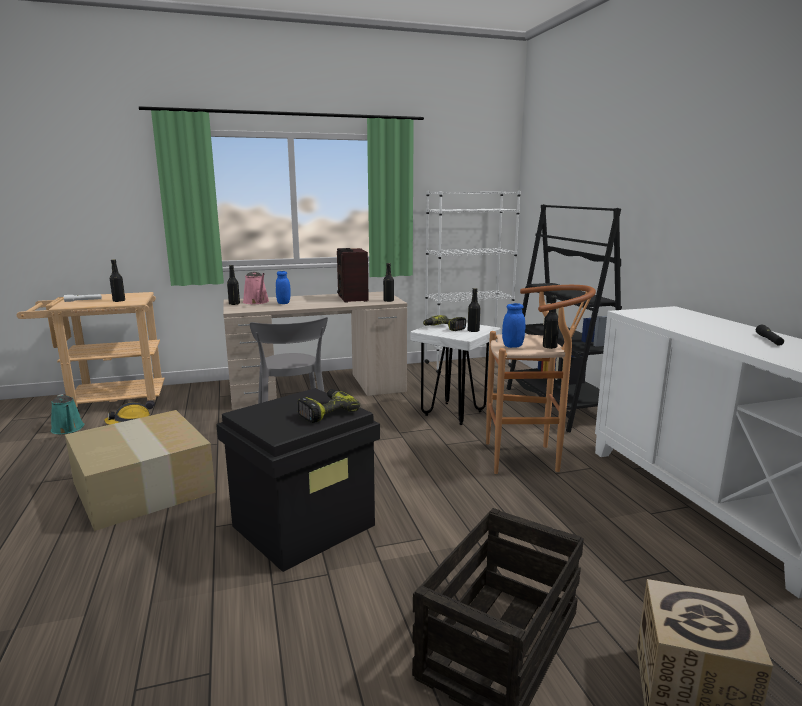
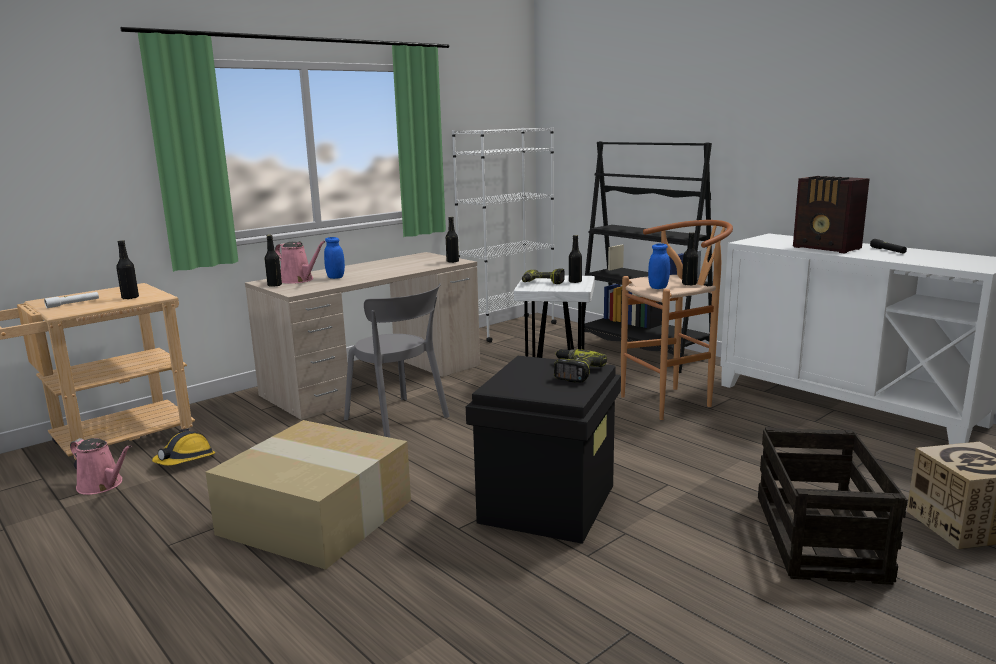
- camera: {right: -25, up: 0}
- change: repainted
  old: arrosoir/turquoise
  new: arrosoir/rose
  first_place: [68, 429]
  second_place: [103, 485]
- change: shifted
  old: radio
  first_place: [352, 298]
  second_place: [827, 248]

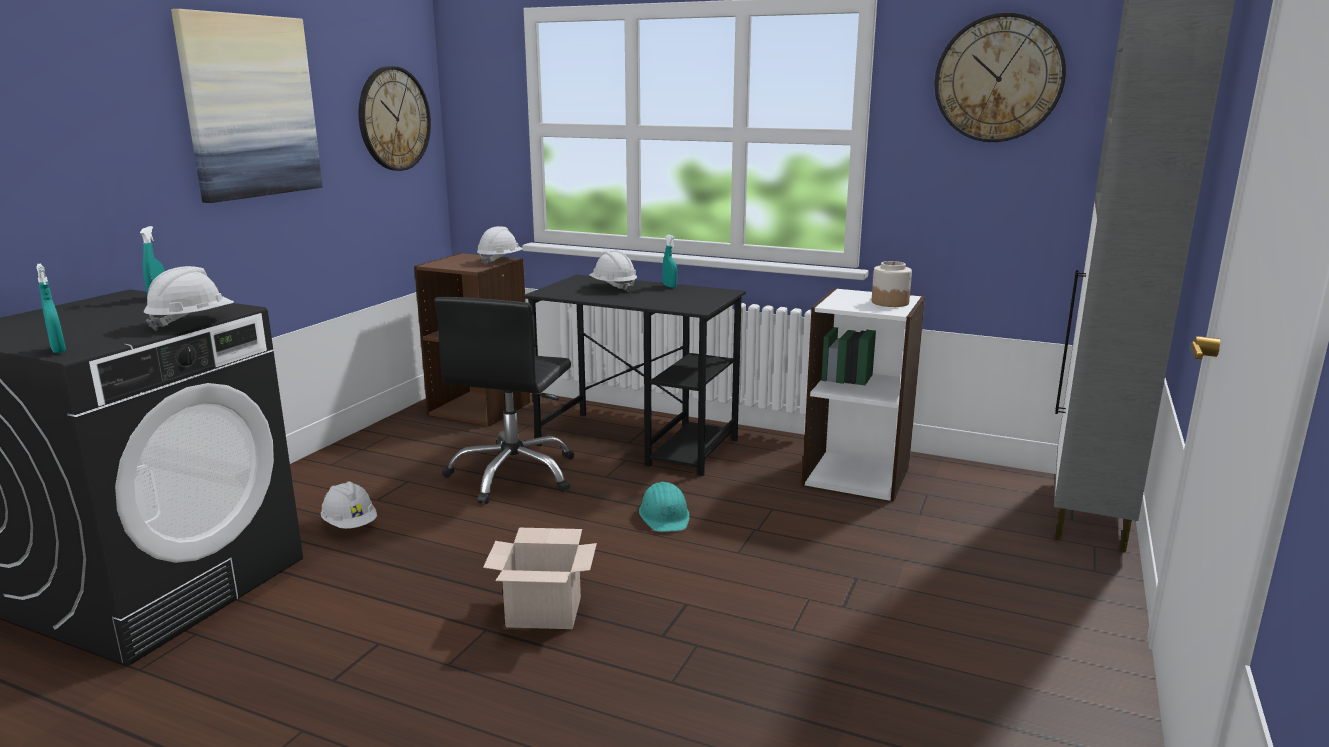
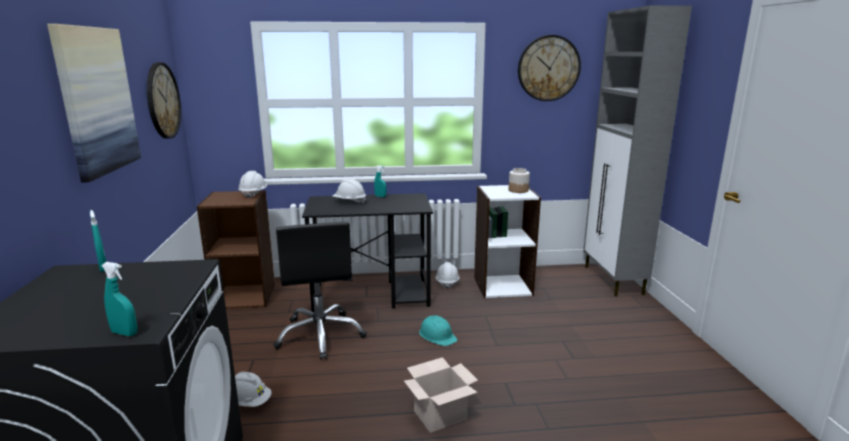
- camera: {right: -30, up: 0}
- change: shifted
  old: casque de chantier/blanc
  first_place: [192, 322]
  second_place: [447, 283]

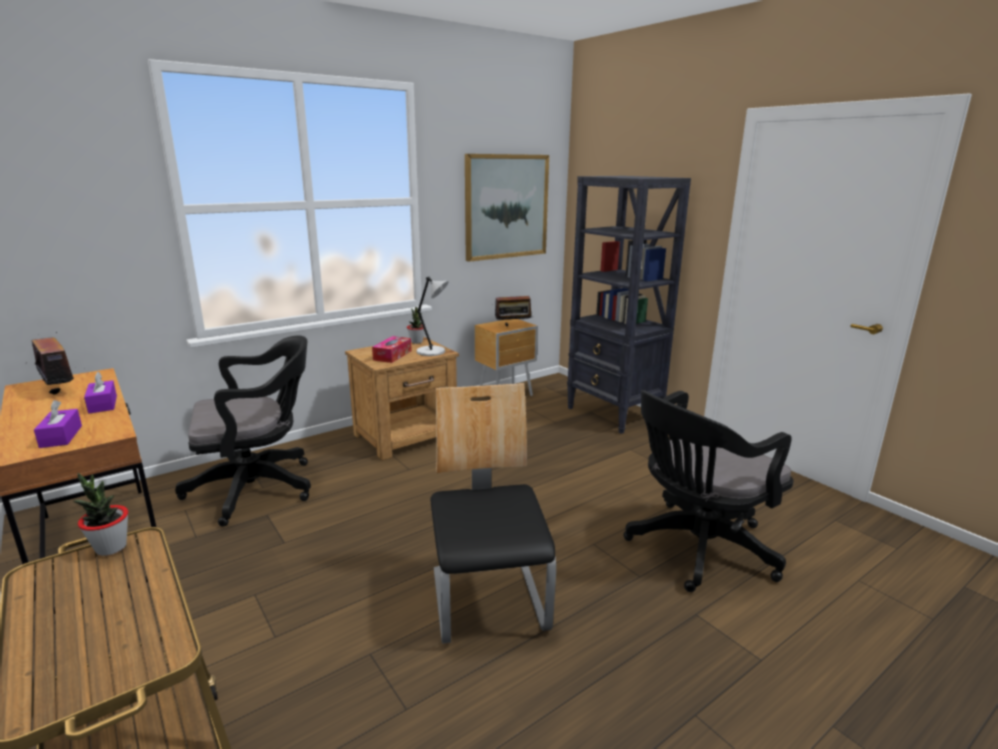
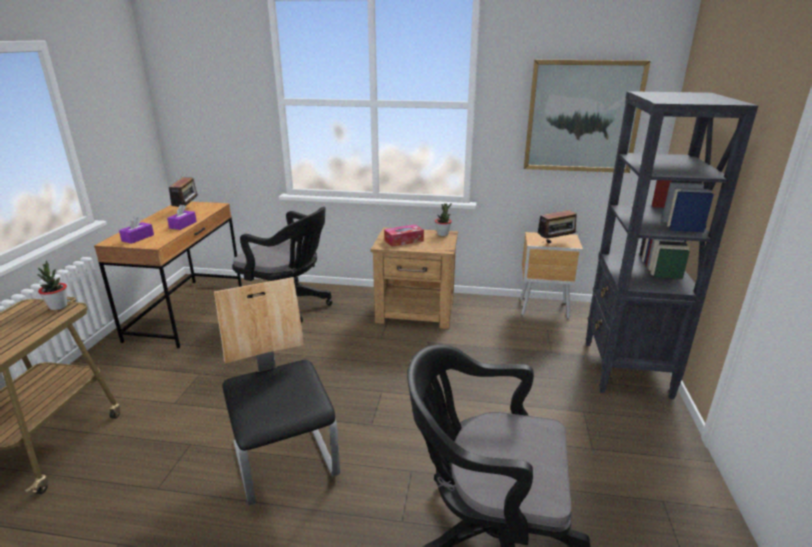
- camera: {right: 45, up: 5}
- change: rotated
  old: chaise
  first_place: [489, 600]
  second_place: [285, 459]
  degrees: -60
- change: rotated
  old: radio
  first_place: [513, 327]
  second_place: [555, 243]
  degrees: -60
- change: gone
  old: lampe de table/gris
  first_place: [432, 352]

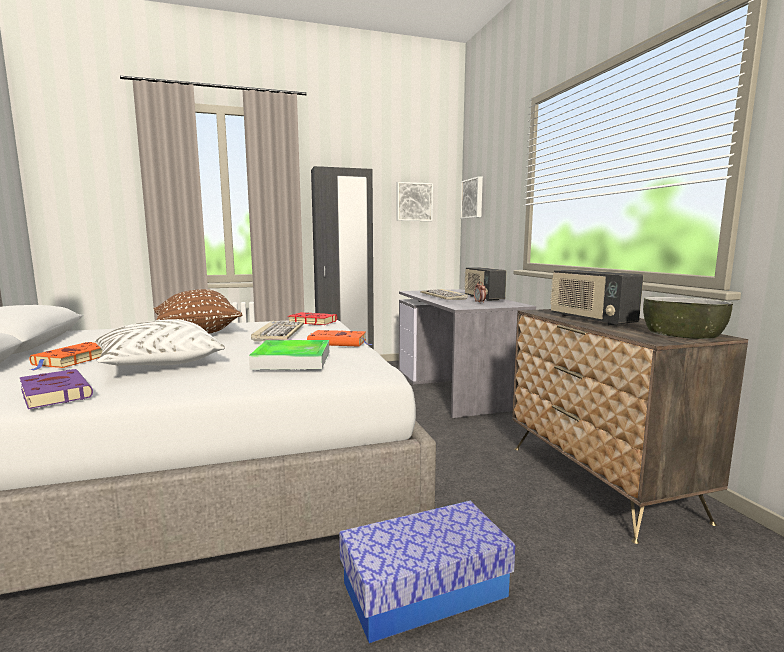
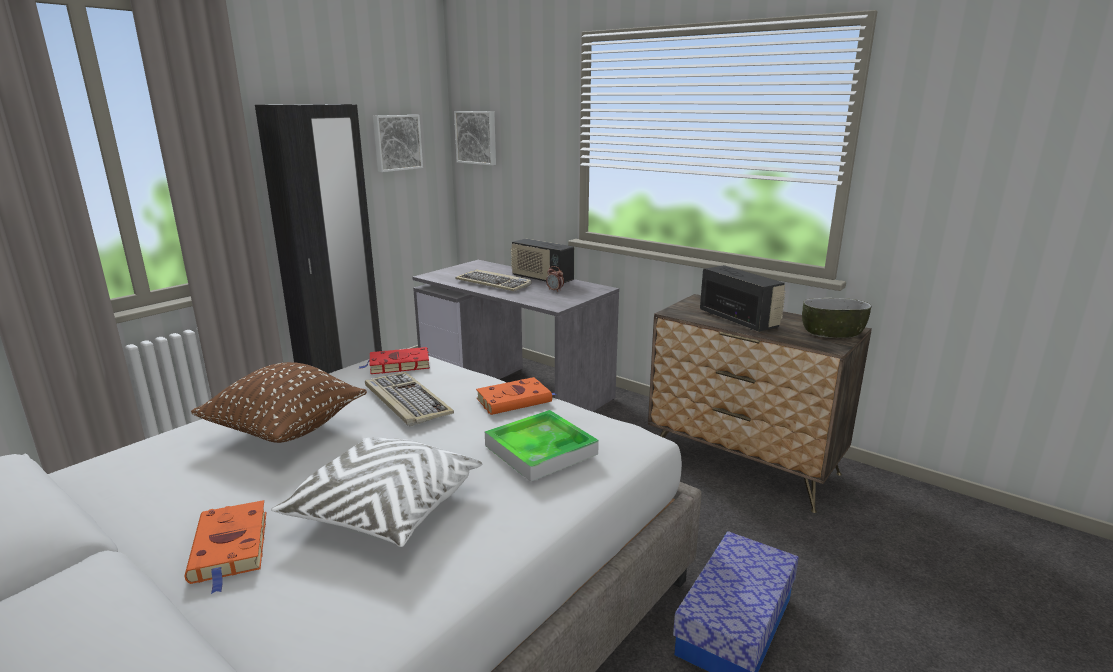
- camera: {right: -35, up: 10}
- change: rotated
  old: radio
  first_place: [590, 319]
  second_place: [738, 320]
  degrees: -150
- change: gone
  old: livre/violet
  first_place: [55, 393]

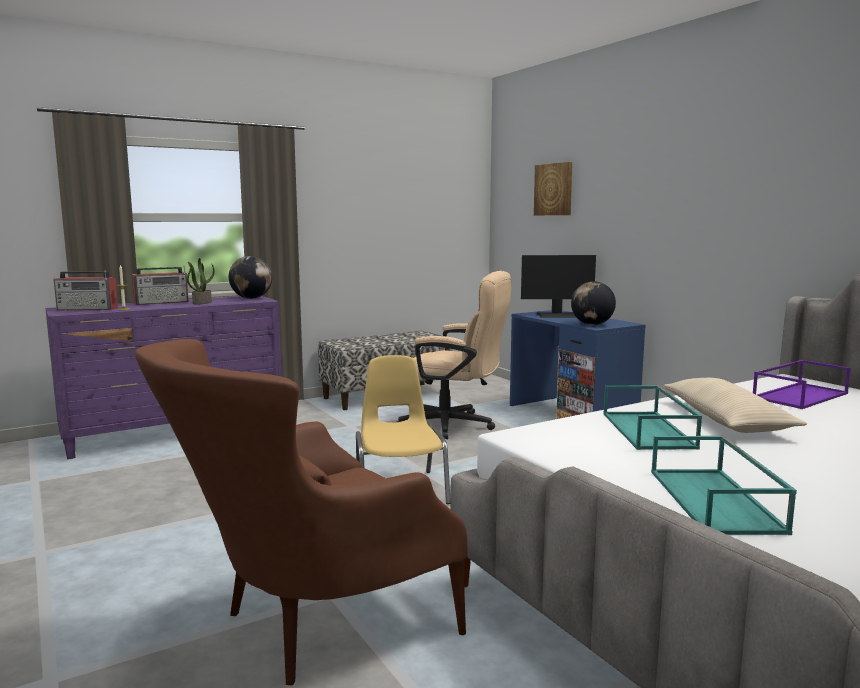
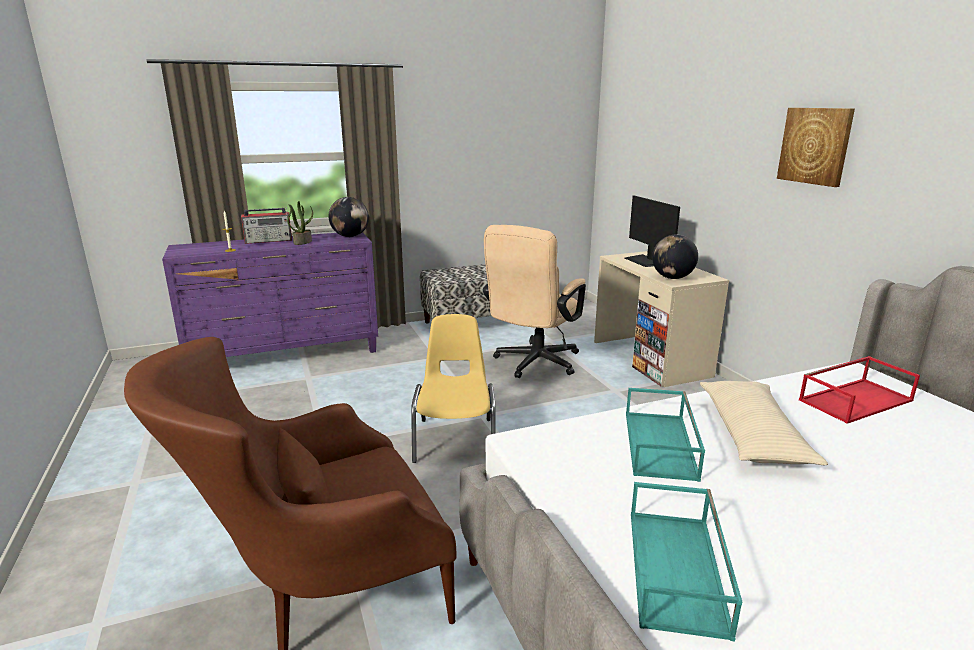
- camera: {right: 10, up: 10}
- change: rotated
  old: chaise de bureau/beige
  first_place: [455, 425]
  second_place: [533, 364]
  degrees: 90
- change: repainted
  old: bureau/bleu
  new: bureau/beige
  first_place: [571, 415]
  second_place: [650, 358]
- change: rotated
  old: écran d'ordinateur
  first_place: [558, 315]
  second_place: [645, 261]
  degrees: 60
- change: shifted
  old: tableau
  first_place: [554, 189]
  second_place: [815, 146]
- change: repainted
  old: plateau/violet
  new: plateau/rouge
  first_place: [799, 395]
  second_place: [855, 399]
- change: gone
  old: radio
  first_place: [88, 309]

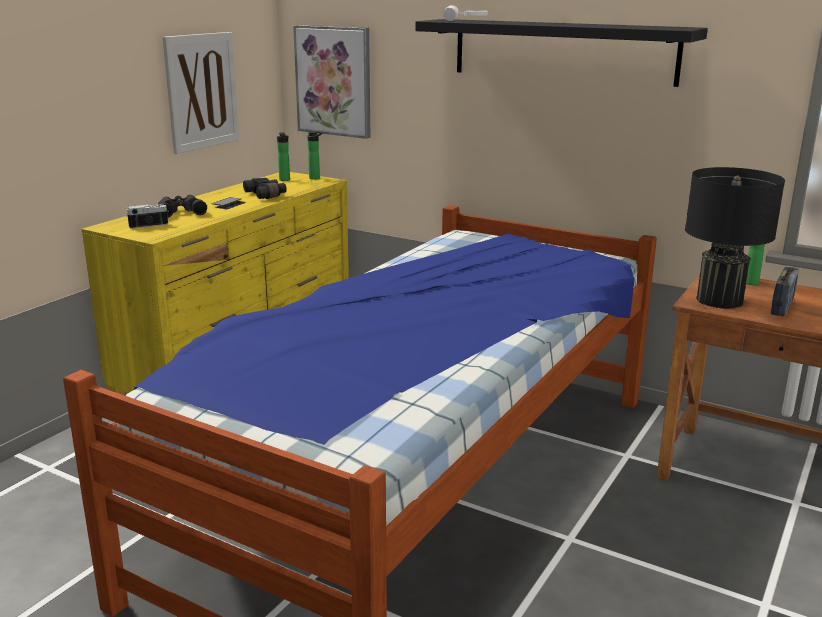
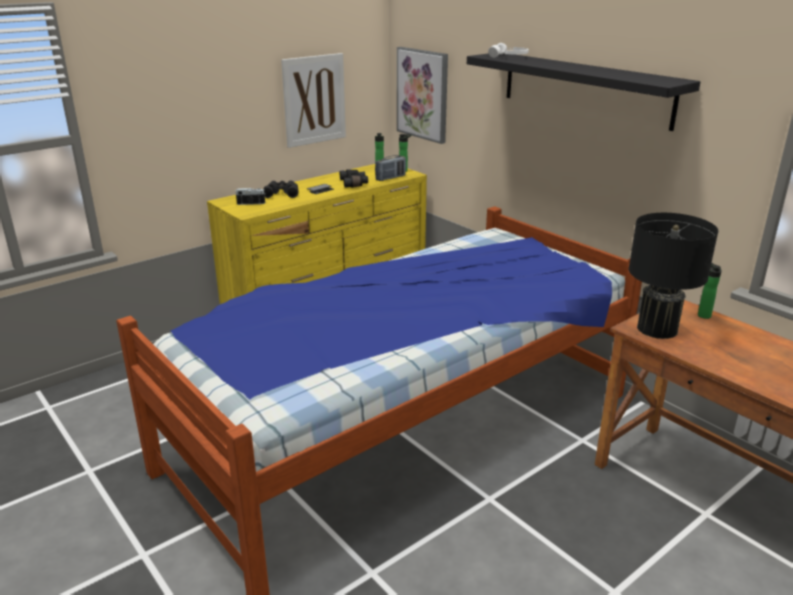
- camera: {right: 20, up: 5}
- change: shifted
  old: radio
  first_place: [782, 307]
  second_place: [390, 178]

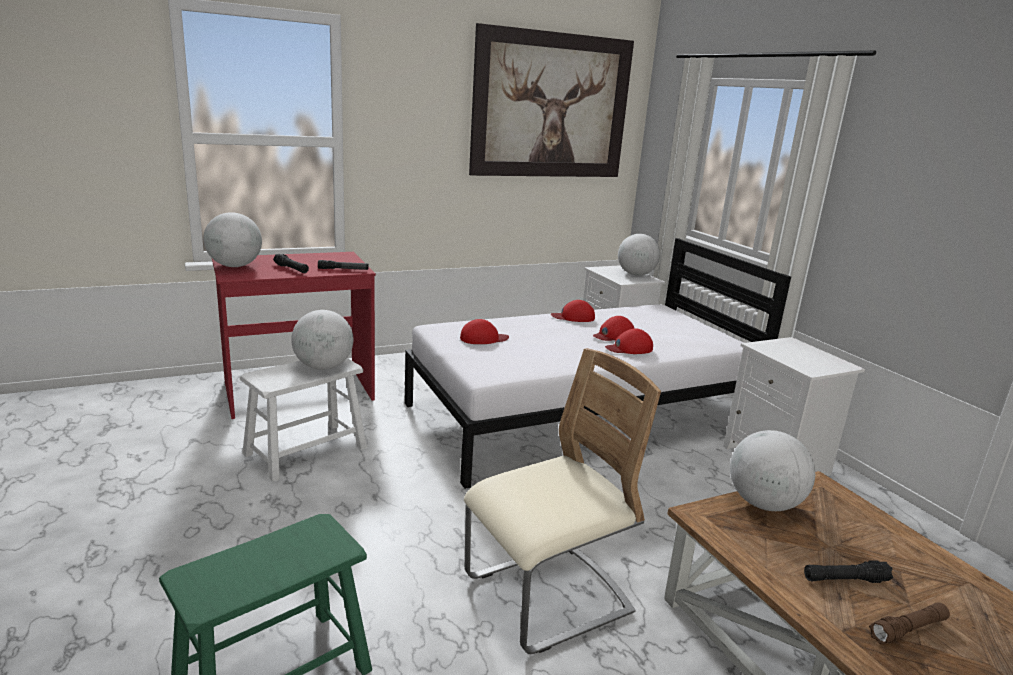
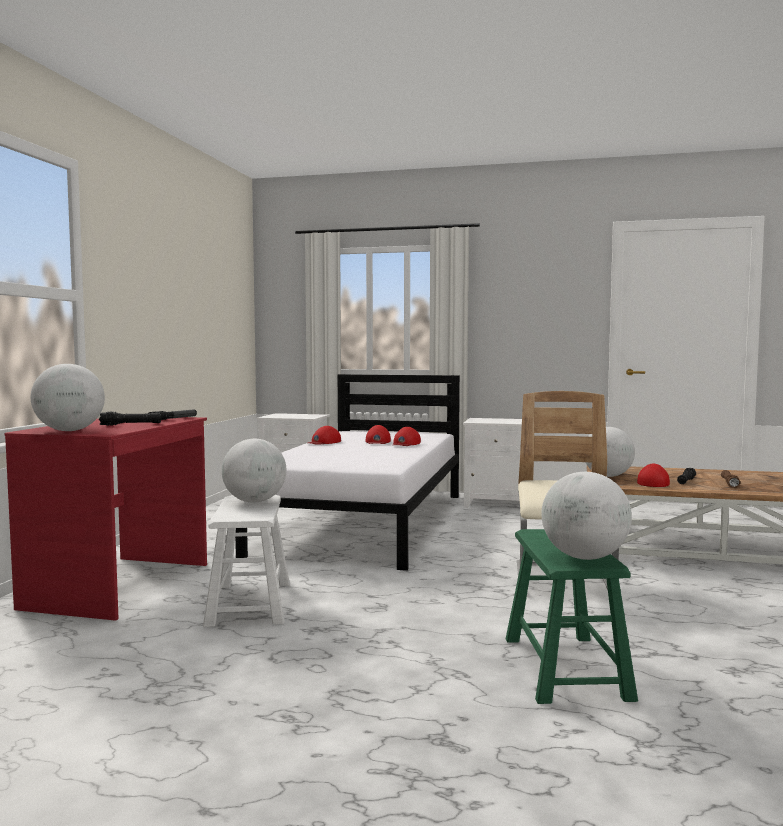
- camera: {right: -50, up: -15}
- change: shifted
  old: globe
  first_place: [636, 274]
  second_place: [585, 557]
- change: shifted
  old: casquette/rouge
  first_place: [483, 338]
  second_place: [653, 482]
- change: gone
  old: tableau
  first_place: [551, 106]

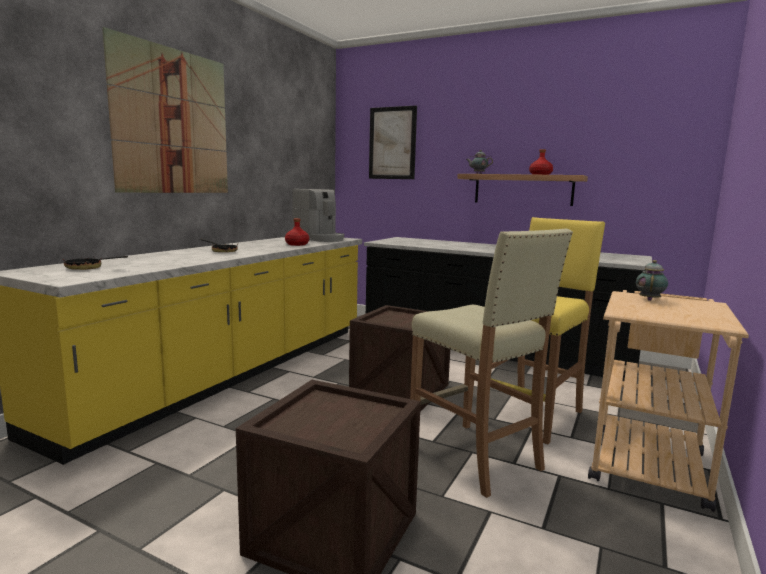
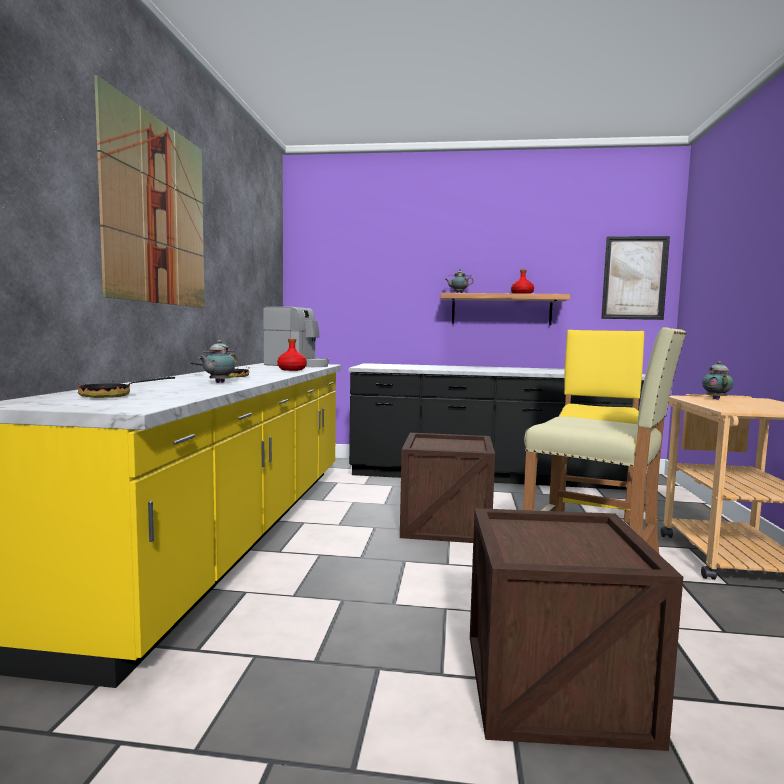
- camera: {right: -20, up: -5}
- change: new
  new: théière
  second_place: [218, 382]
- change: shifted
  old: tableau
  first_place: [392, 143]
  second_place: [634, 278]

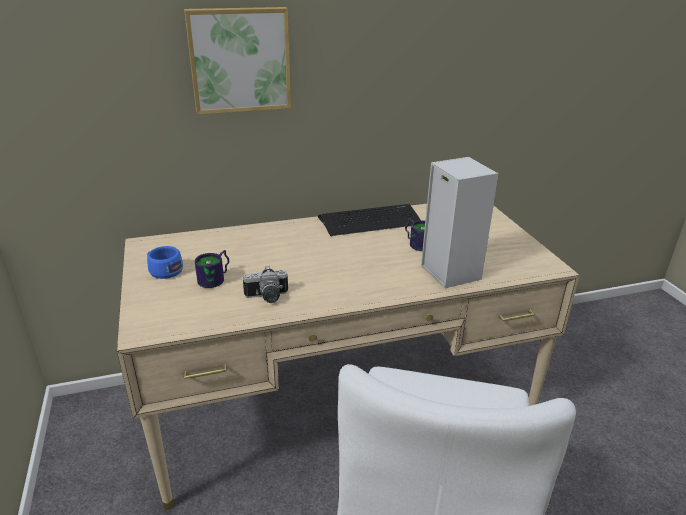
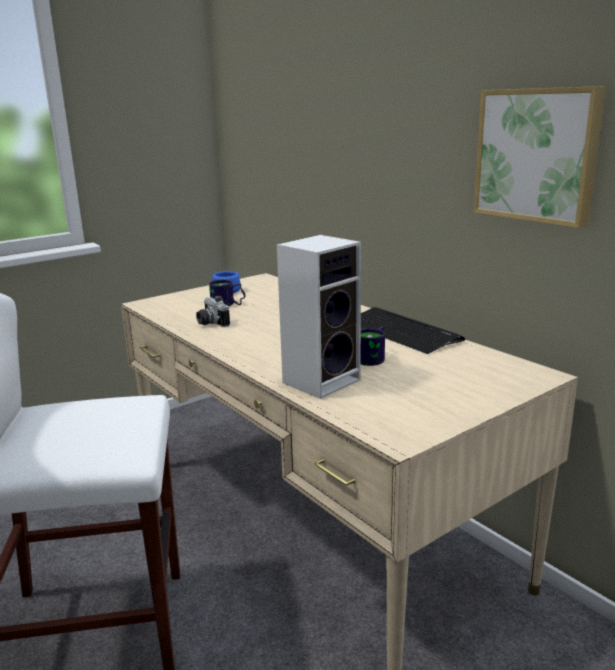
- camera: {right: 70, up: -10}
- change: shifted
  old: tableau
  first_place: [239, 60]
  second_place: [537, 155]

